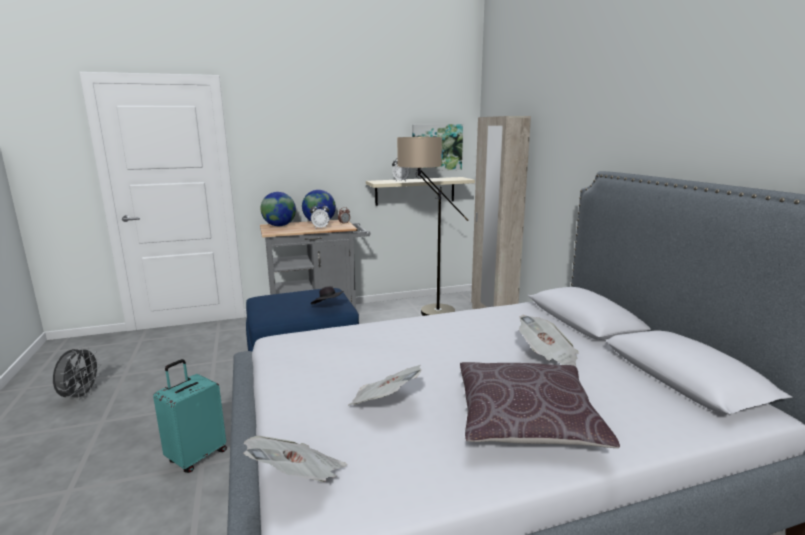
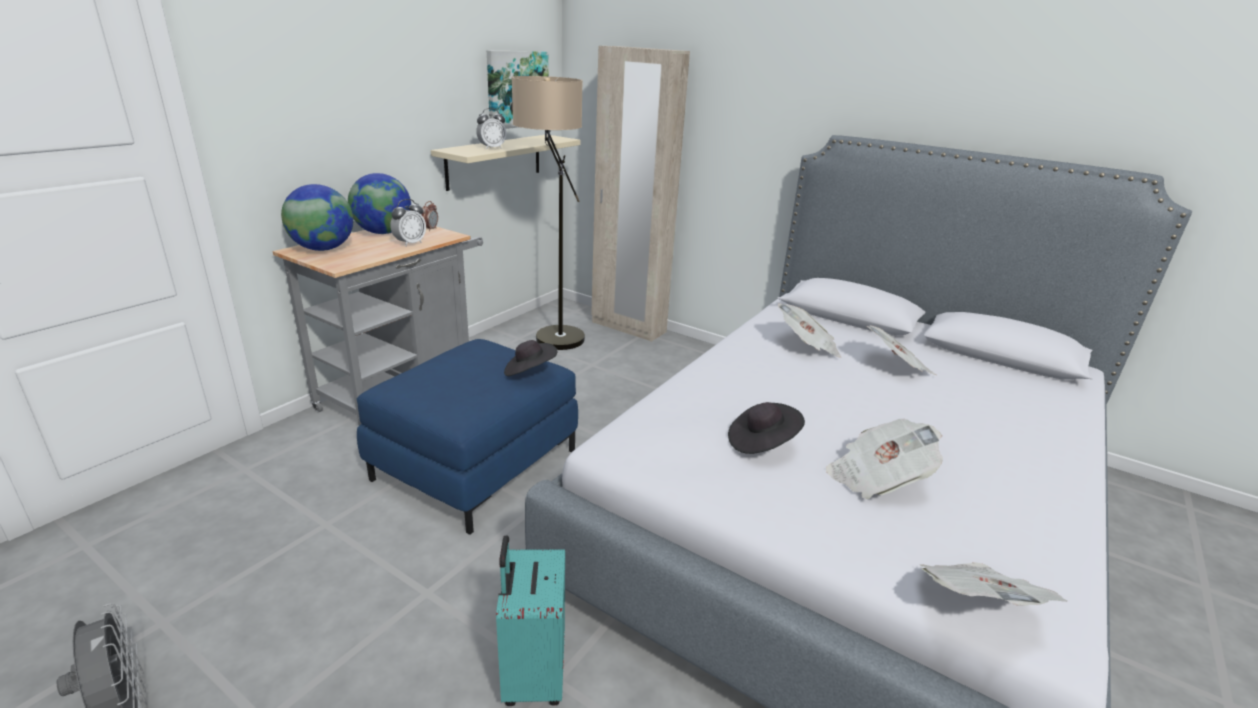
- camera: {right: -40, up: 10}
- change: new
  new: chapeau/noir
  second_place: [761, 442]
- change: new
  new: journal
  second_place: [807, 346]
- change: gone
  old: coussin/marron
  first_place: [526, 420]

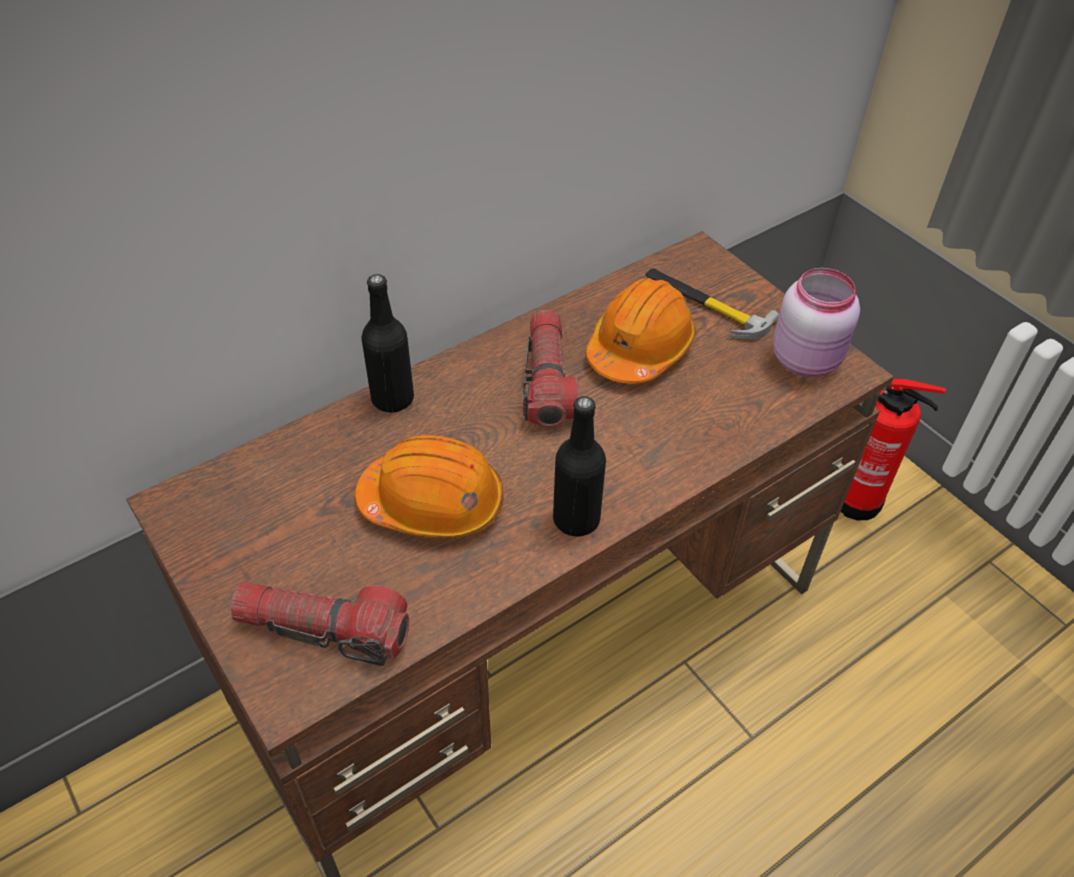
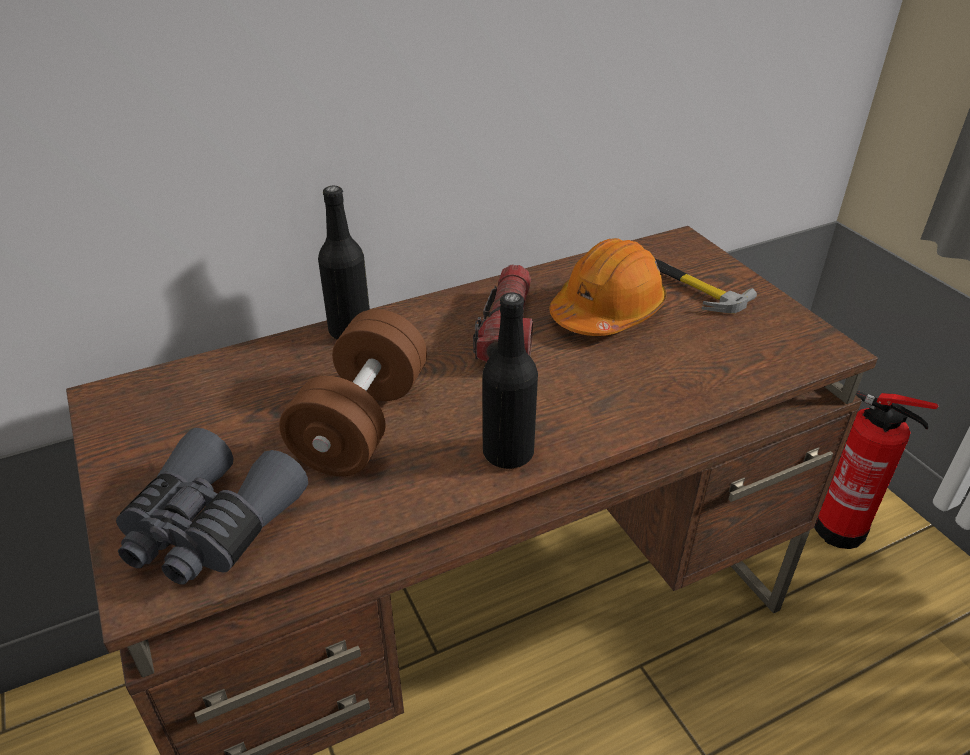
- camera: {right: 10, up: -10}
- change: swapped
  old: lampe de poche
  new: jumelles/gris
  first_place: [324, 629]
  second_place: [210, 527]
- change: swapped
  old: casque de chantier/orange
  new: haltère/marron
  first_place: [433, 503]
  second_place: [361, 423]
- change: gone
  old: bocal/rose
  first_place: [807, 359]

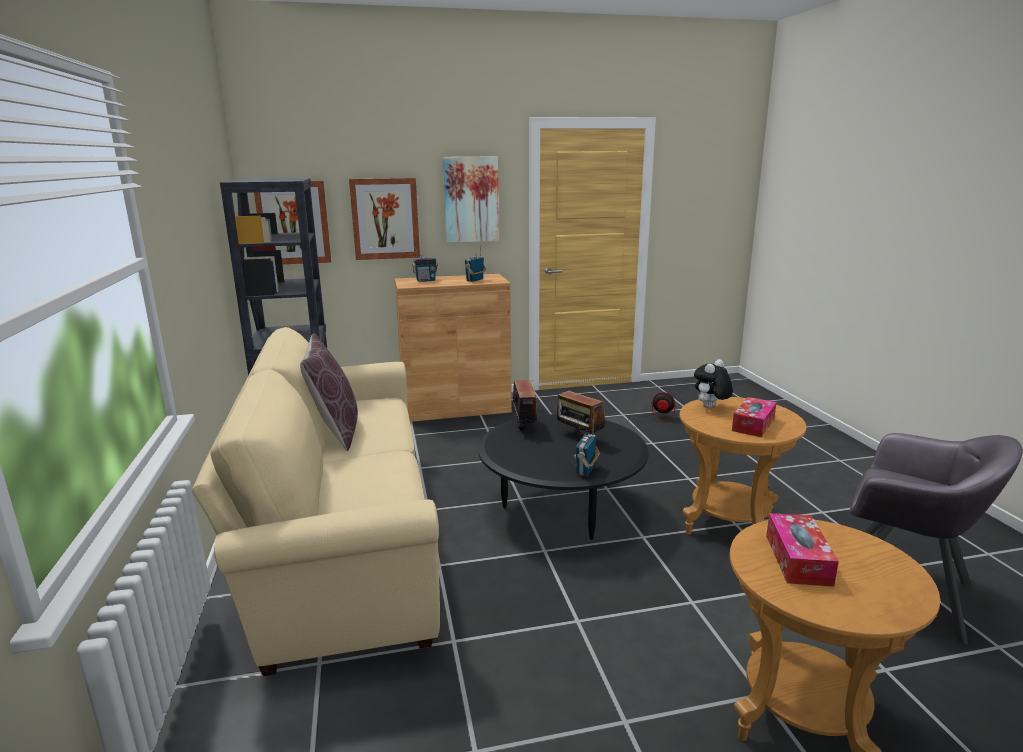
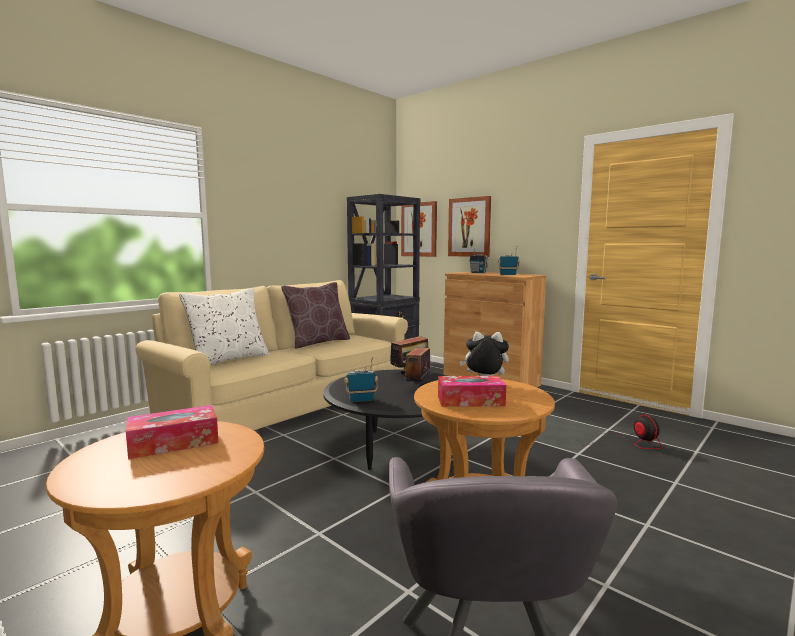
- camera: {right: 55, up: -10}
- change: new
  new: coussin/blanc
  second_place: [228, 359]
- change: gone
  old: tableau
  first_place: [471, 199]

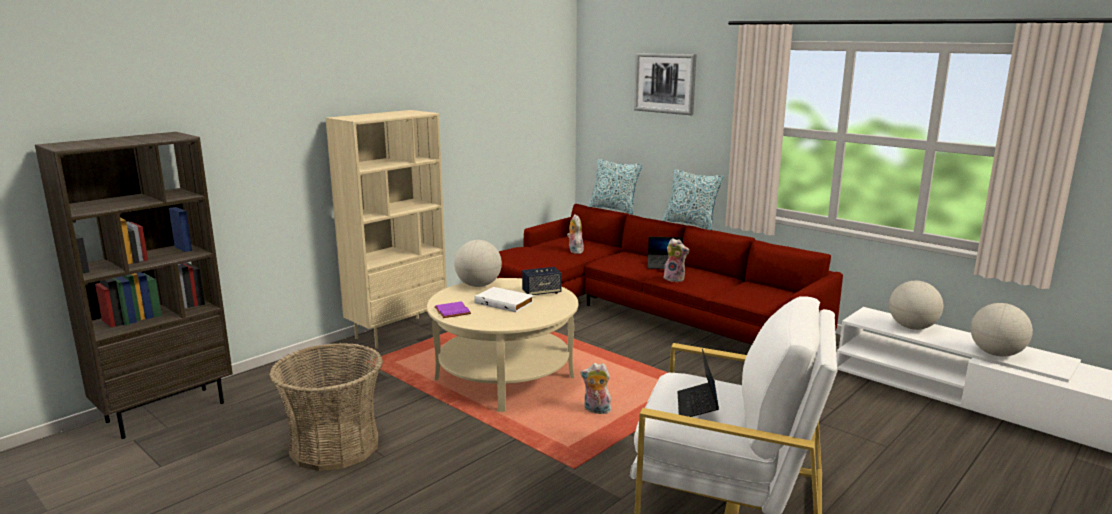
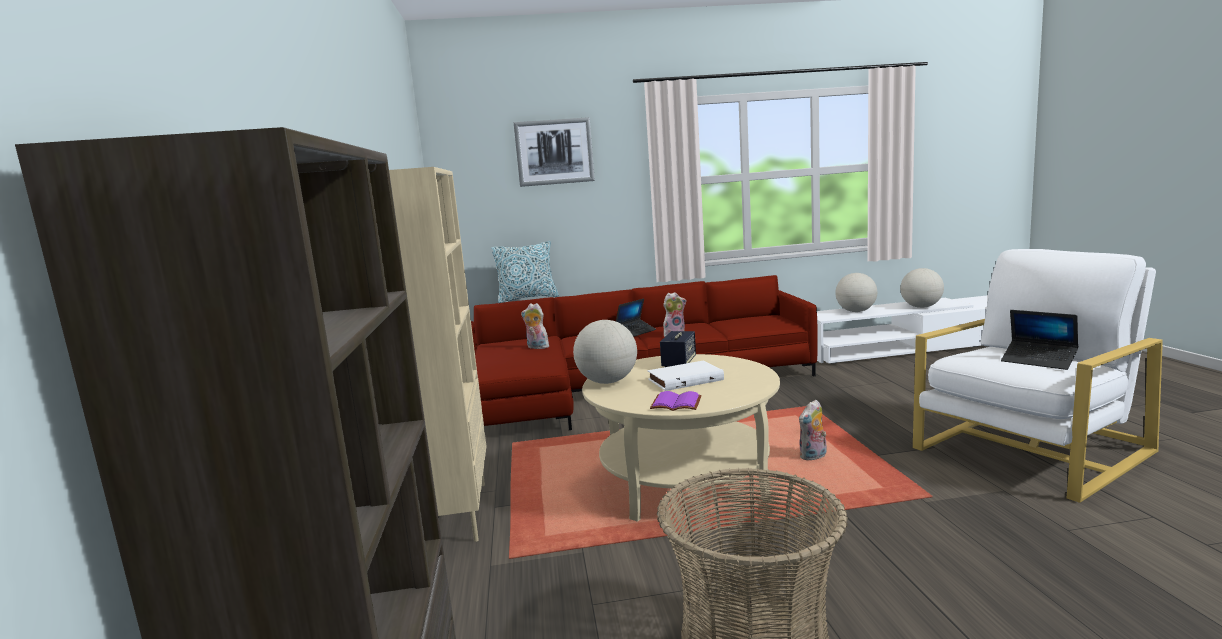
- camera: {right: -50, up: -5}
- change: gone
  old: coussin
  first_place: [690, 224]

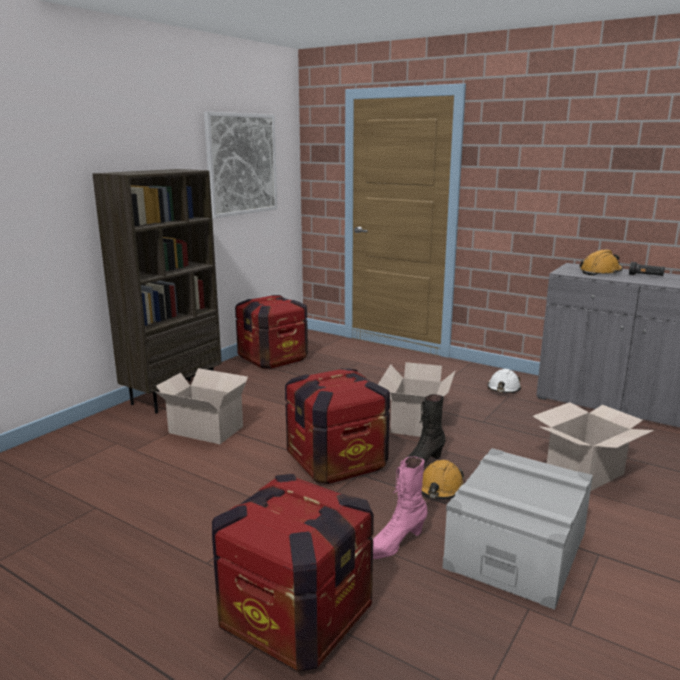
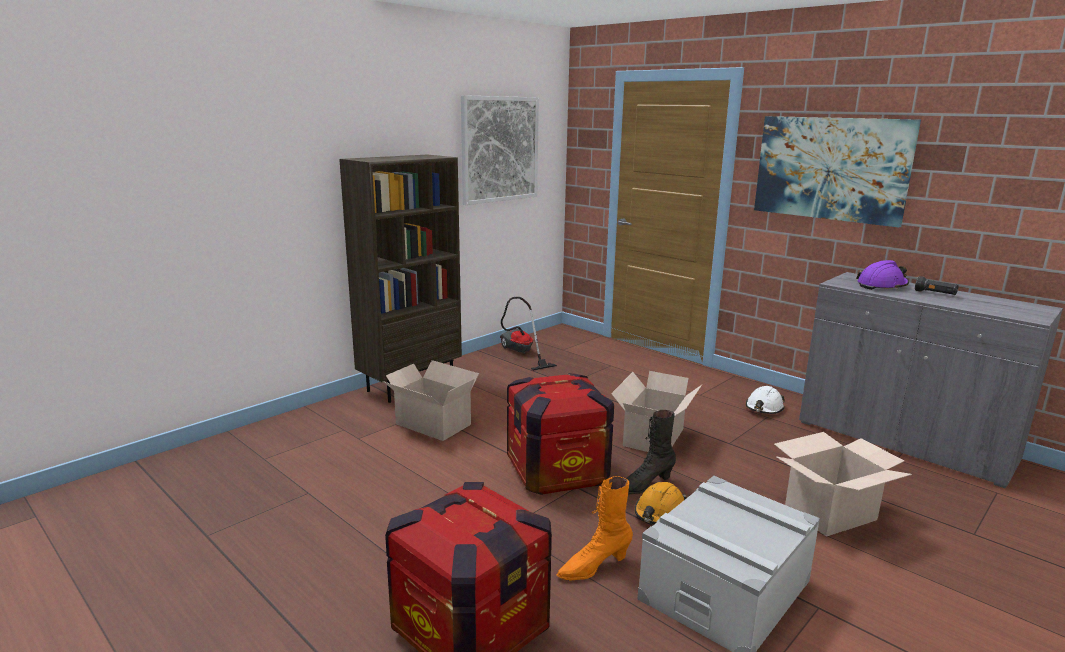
- camera: {right: 10, up: 0}
- change: swapped
  old: caisse
  new: aspirateur
  first_place: [272, 358]
  second_place: [520, 354]
- change: repainted
  old: botte/rose
  new: botte/orange
  first_place: [395, 544]
  second_place: [593, 567]
- change: new
  new: tableau
  second_place: [831, 168]
- change: repainted
  old: casque de chantier/orange
  new: casque de chantier/violet
  first_place: [600, 272]
  second_place: [882, 286]

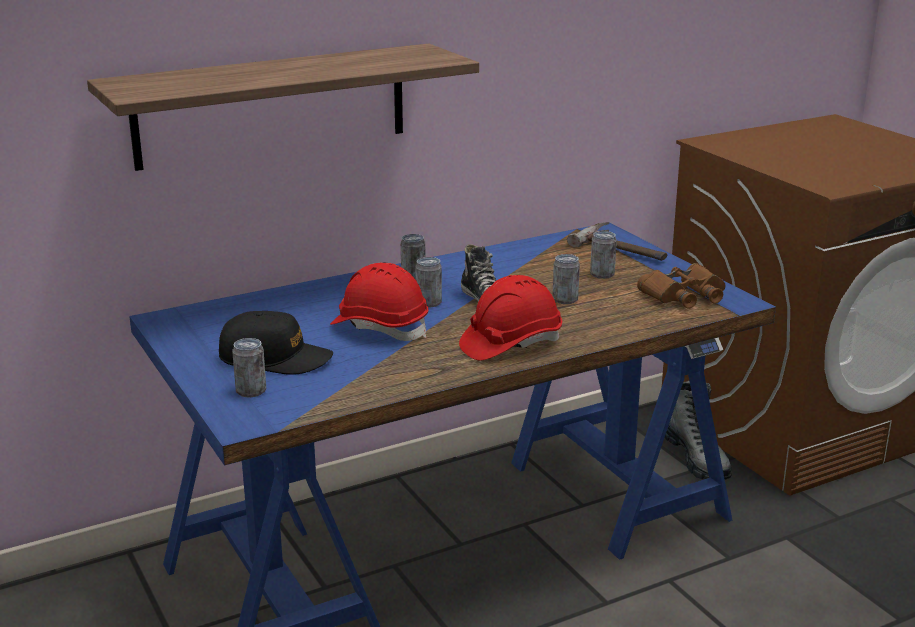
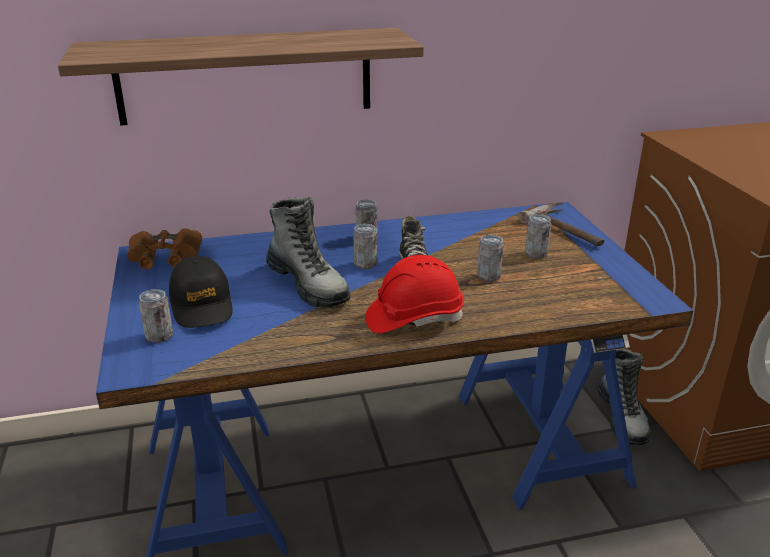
- camera: {right: 15, up: 5}
- change: shifted
  old: jumelles/marron
  first_place: [684, 295]
  second_place: [165, 256]
- change: rotated
  old: casquette/noir
  first_place: [275, 358]
  second_place: [202, 304]
  degrees: 45
- change: swapped
  old: casque de chantier/rouge
  new: botte
  first_place: [380, 328]
  second_place: [308, 285]

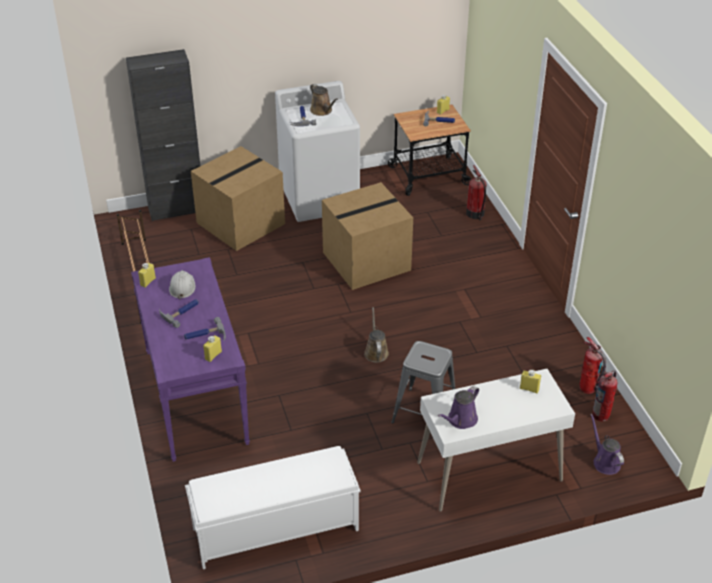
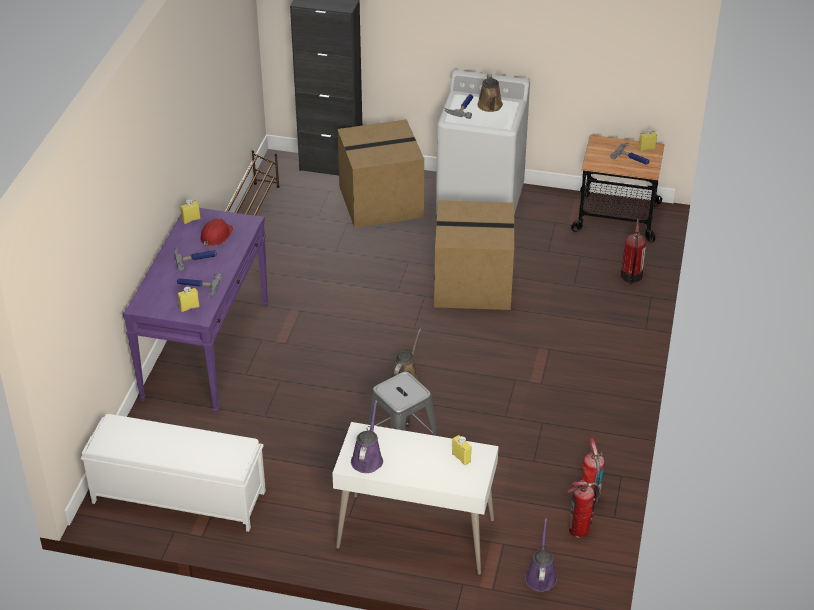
- camera: {right: 30, up: 0}
- change: repainted
  old: casque de chantier/blanc
  new: casque de chantier/rouge
  first_place: [182, 287]
  second_place: [216, 235]
- change: rotated
  old: arrosoir/violet
  first_place: [460, 420]
  second_place: [367, 458]
  degrees: 120

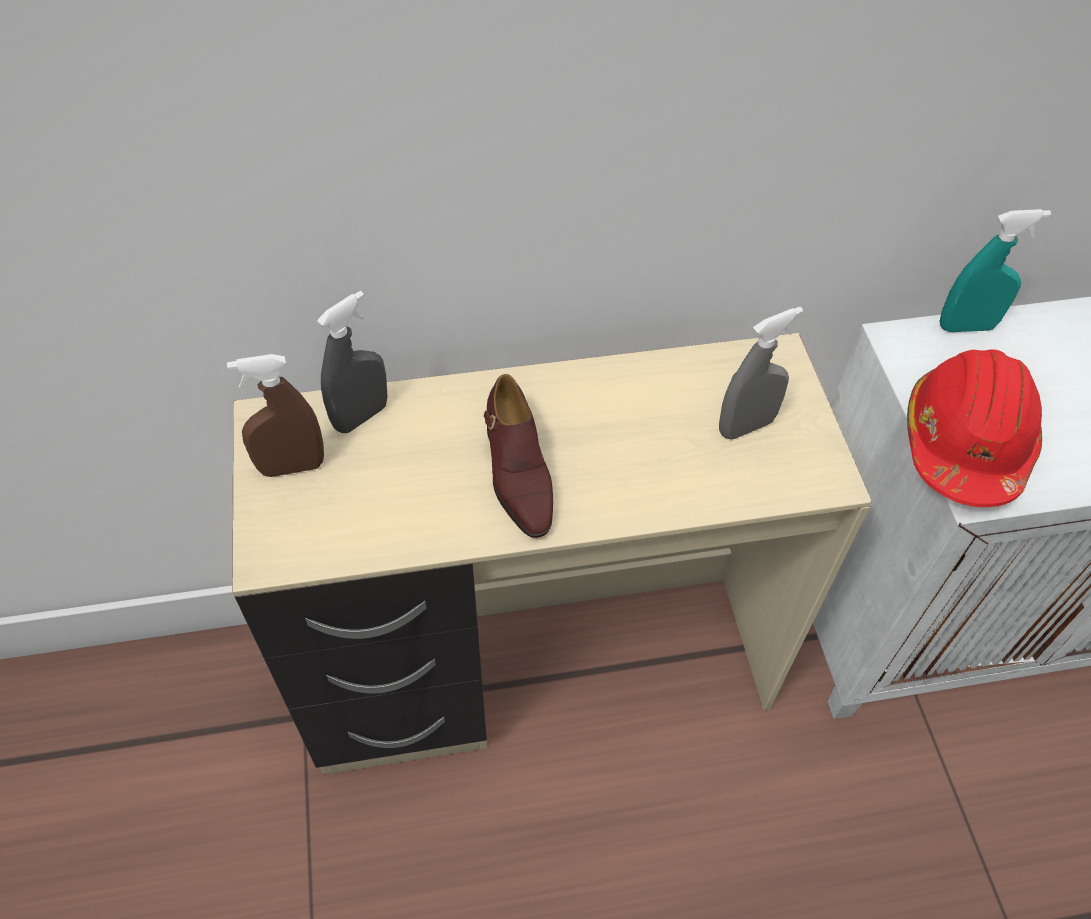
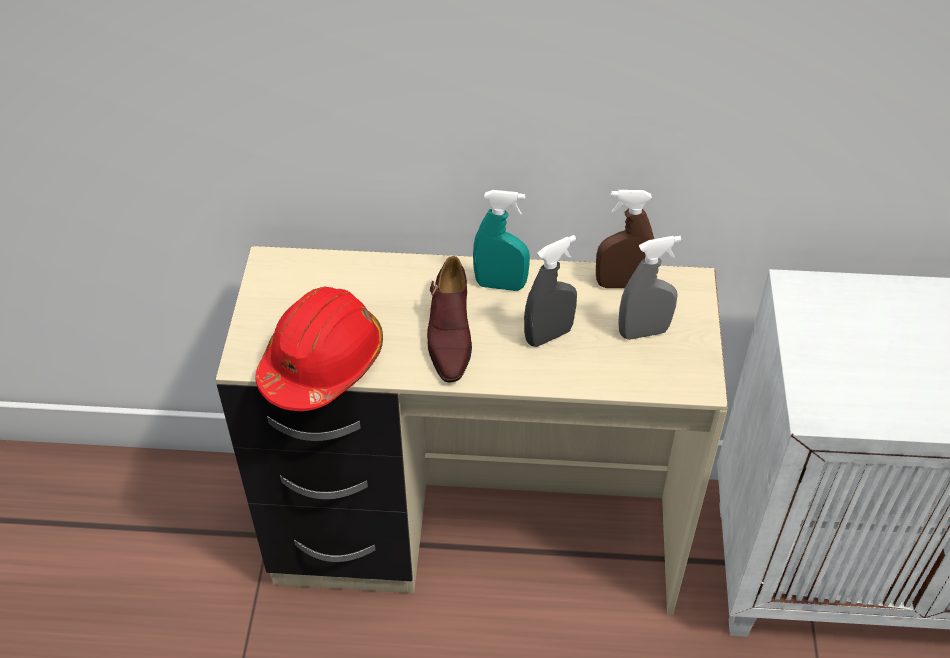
- camera: {right: 15, up: -5}
- change: shifted
  old: casque de chantier/rouge
  first_place: [965, 442]
  second_place: [322, 363]
- change: shifted
  old: vaporisateur/turquoise
  first_place: [966, 326]
  second_place: [500, 285]
- change: shifted
  old: vaporisateur/gris
  first_place: [361, 416]
  second_place: [548, 335]
- change: shifted
  old: vaporisateur/marron
  first_place: [292, 467]
  second_place: [621, 284]

